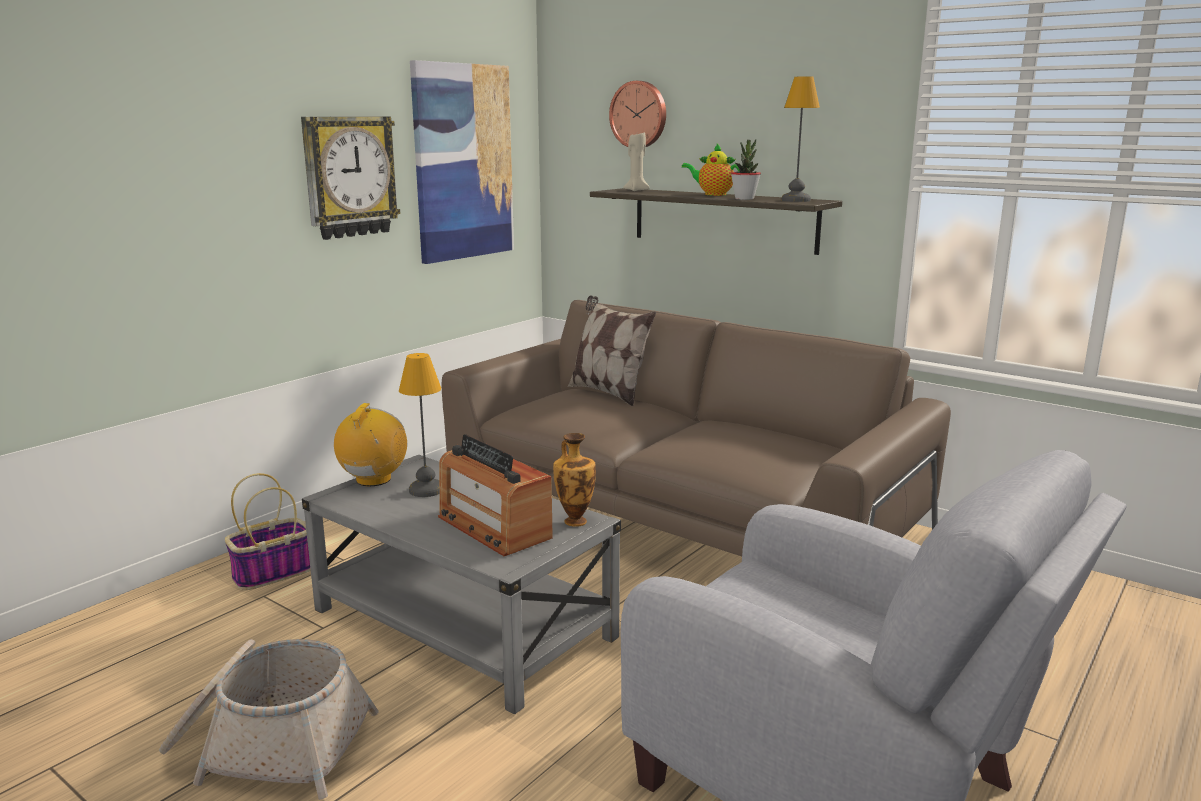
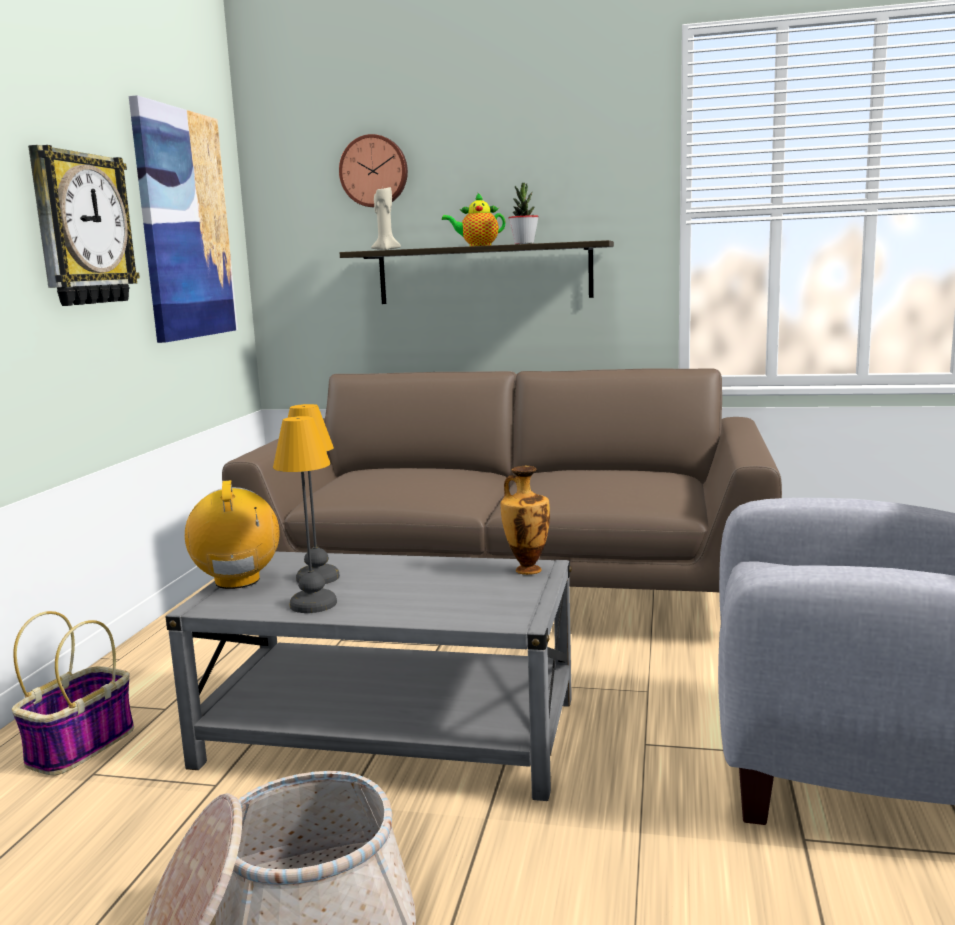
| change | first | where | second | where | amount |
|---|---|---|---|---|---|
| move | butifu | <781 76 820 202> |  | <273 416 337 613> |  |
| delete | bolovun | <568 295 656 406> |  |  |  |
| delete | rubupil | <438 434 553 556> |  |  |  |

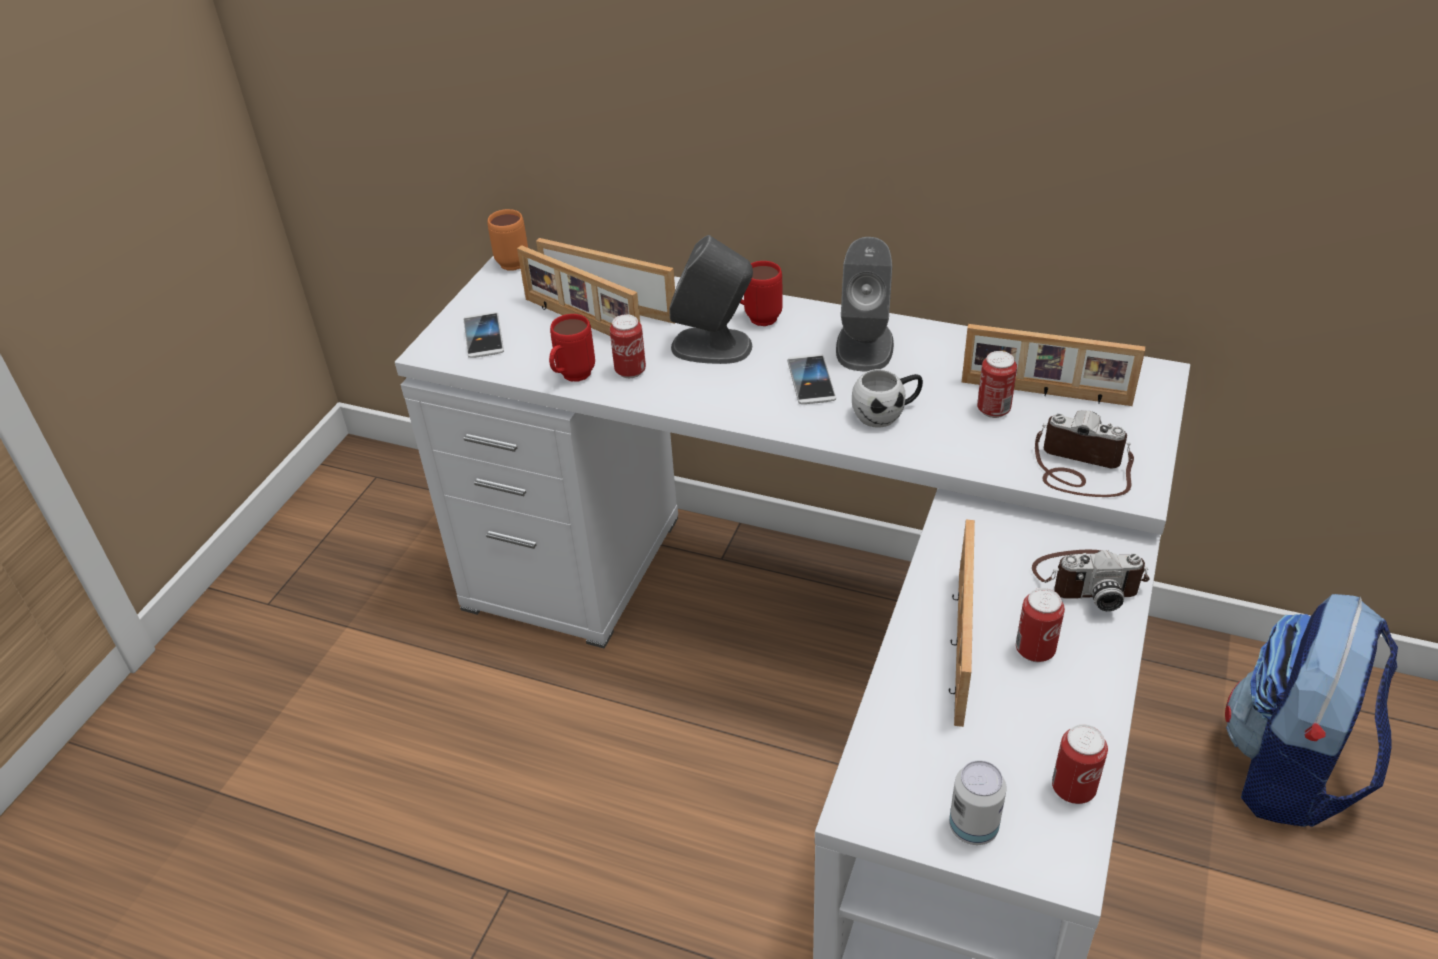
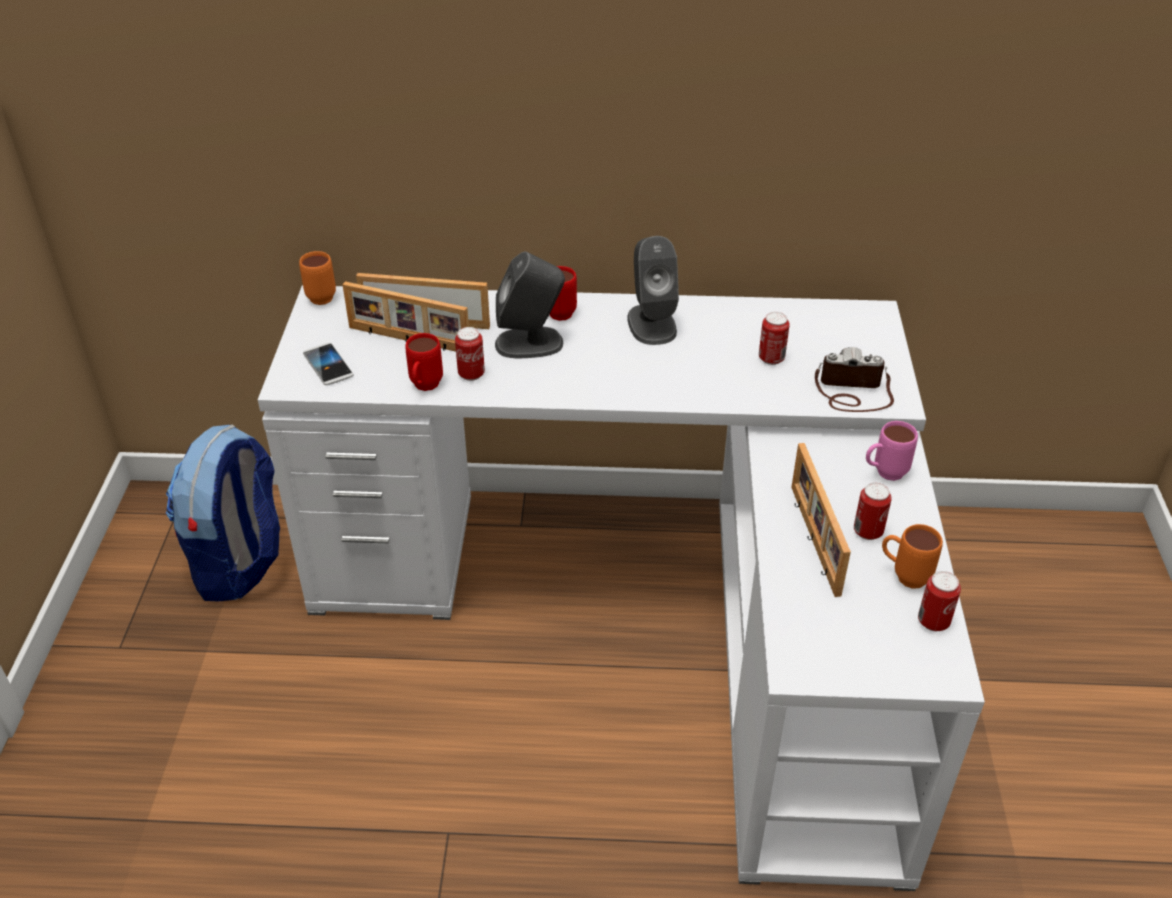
| change | first | where | second | where | amount |
|---|---|---|---|---|---|
| delete | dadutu | <962 324 1145 406> |  |  |  |
| delete | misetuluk | <787 354 836 404> |  |  |  |
| delete | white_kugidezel | <852 369 923 428> |  |  |  |
| replace | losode | <1032 550 1150 611> | pink_kugidezel | <866 421 918 481> |  |
| move | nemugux | <1225 594 1398 827> |  | <166 424 280 601> |  |
| delete | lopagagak | <949 760 1007 845> |  |  |  |
| insert |  |  | orange_kugidezel | <882 524 943 589> |  |

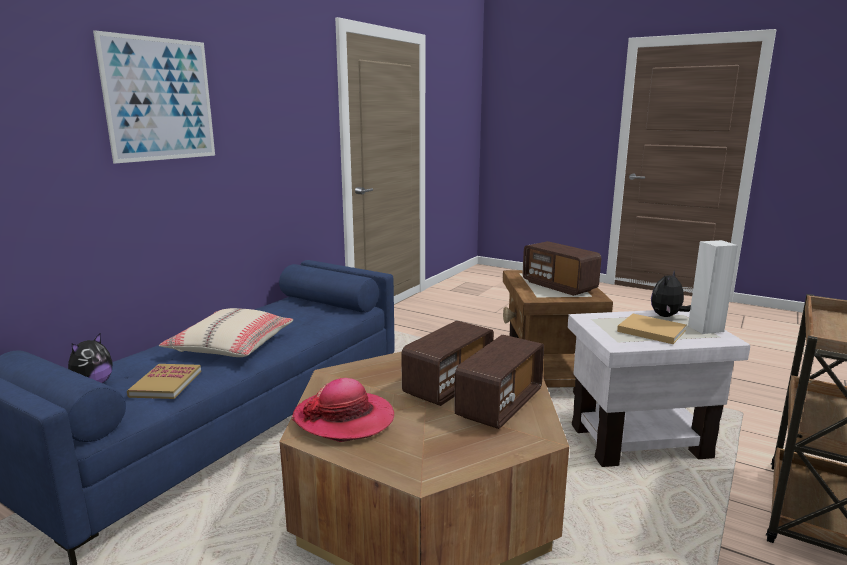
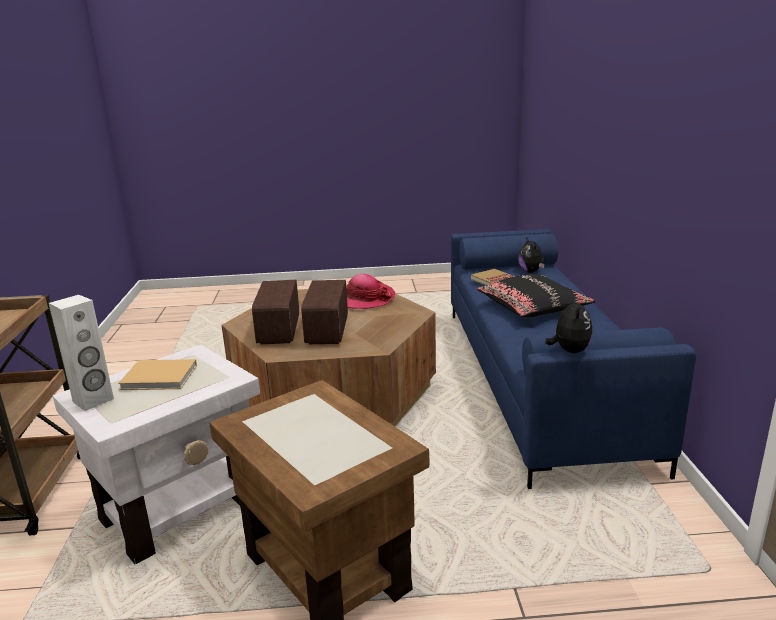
| change | first | where | second | where | amount |
|---|---|---|---|---|---|
| delete | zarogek | <93 30 215 164> |  |  |  |
| delete | rubupil | <522 241 601 296> |  |  |  |
| move | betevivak | <651 270 691 317> |  | <545 296 593 353> |  |
| recolor | beige_bolovun | <159 308 293 357> | black_bolovun | <477 274 596 317> |  |

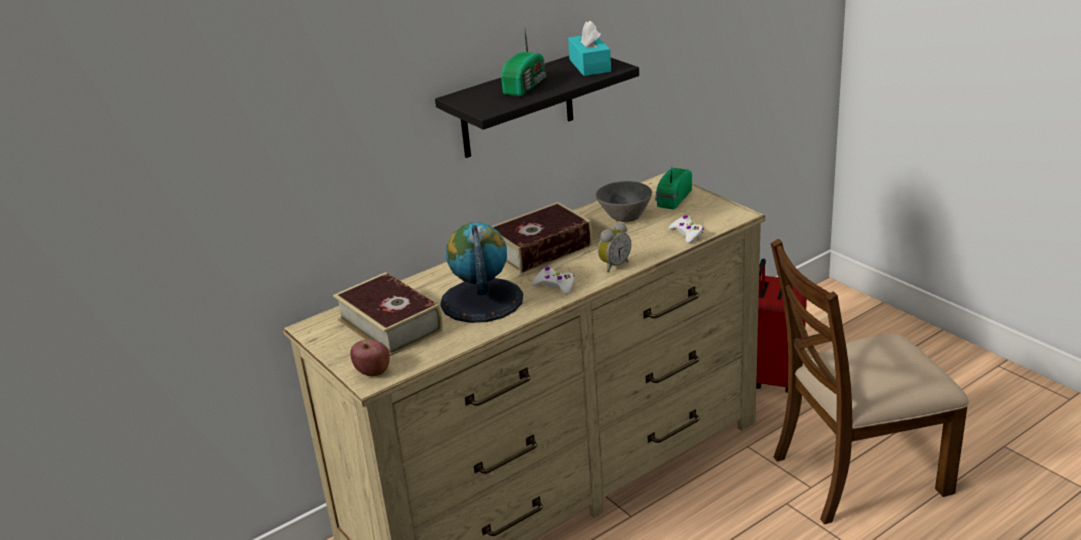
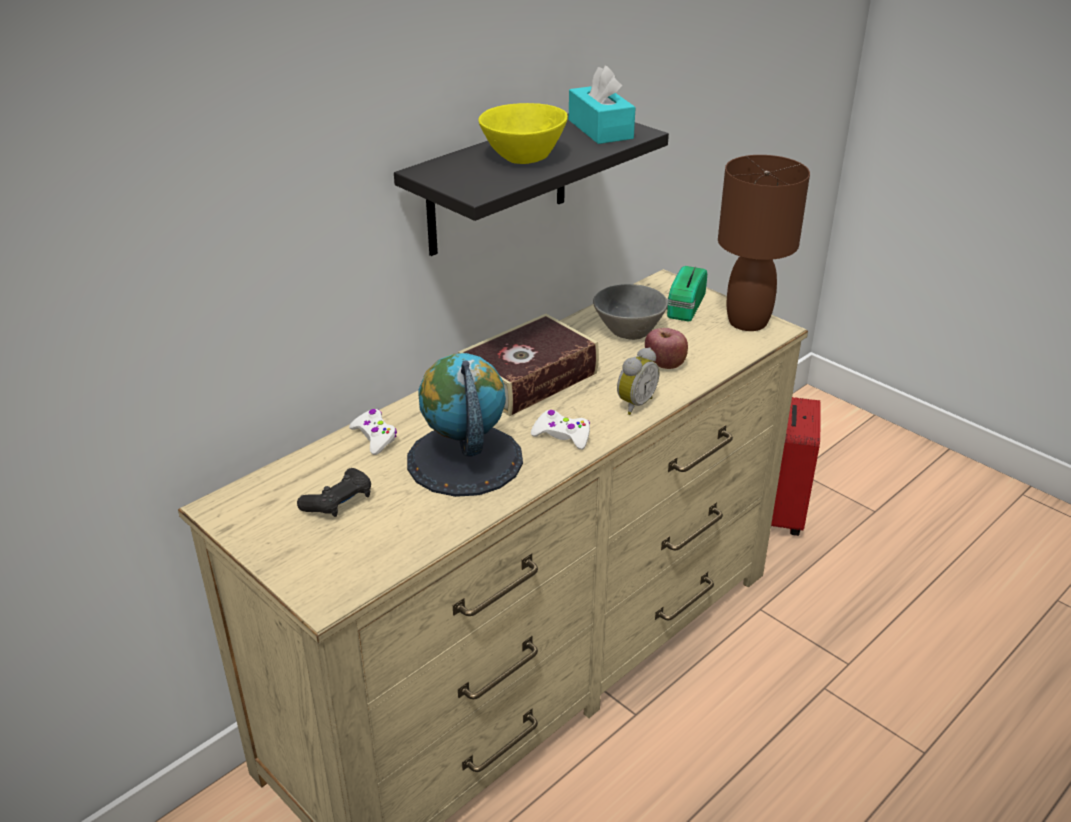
| change | first | where | second | where | amount |
|---|---|---|---|---|---|
| replace | rubupil | <501 22 546 96> | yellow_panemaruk | <478 103 568 164> |  |
| move | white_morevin | <669 215 704 244> |  | <349 409 397 455> |  |
| delete | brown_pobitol | <771 239 969 524> |  |  |  |
| replace | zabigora | <333 272 442 356> | black_morevin | <297 468 371 517> |  |
| move | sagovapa | <350 340 390 376> |  | <645 328 688 369> |  |
| insert |  |  | brown_butifu | <718 155 810 331> |  |

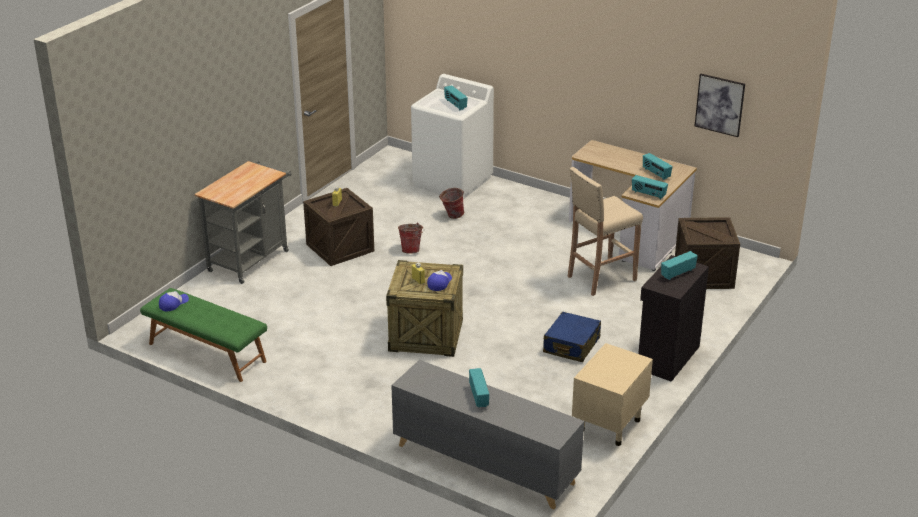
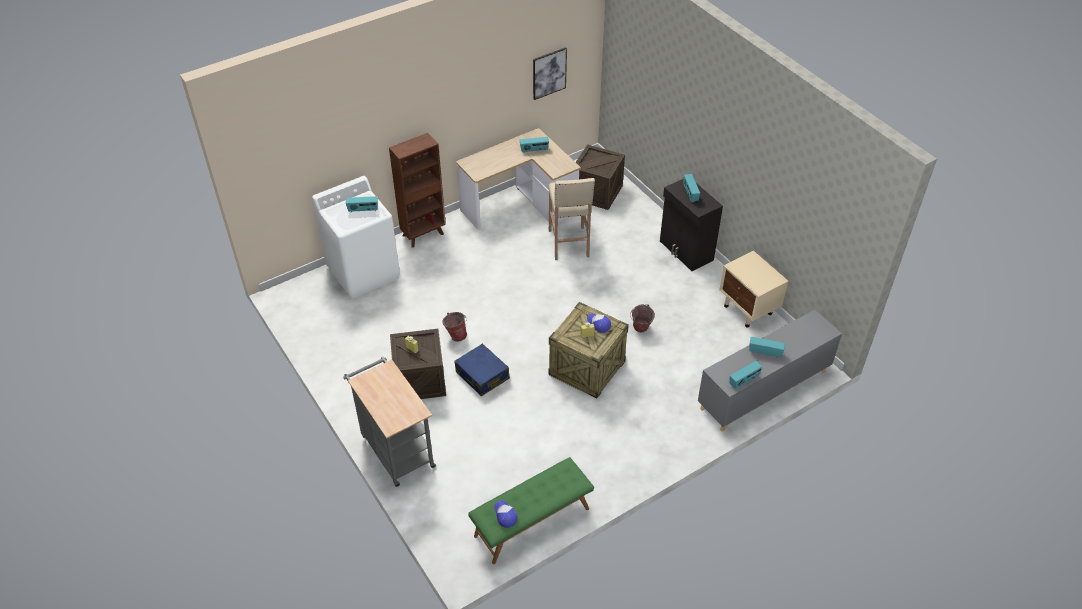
| change | first | where | second | where | amount |
|---|---|---|---|---|---|
| move | rubupil | <632 175 668 199> |  | <729 361 762 389> |  |
| move | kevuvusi | <439 188 464 219> |  | <630 304 655 332> |  |
| move | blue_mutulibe | <543 312 601 362> |  | <454 343 510 396> |  |
| insert |  |  | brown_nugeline | <389 133 446 248> |  |

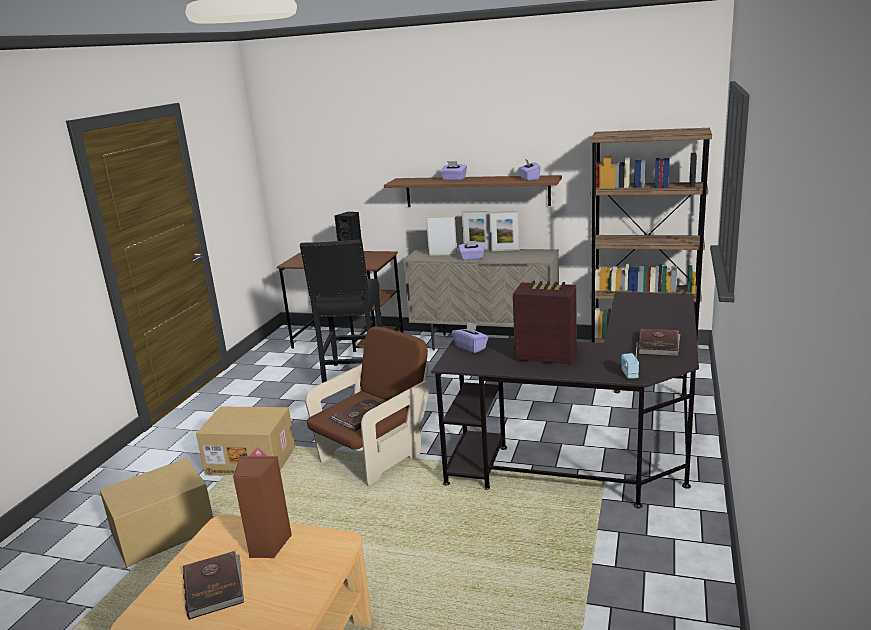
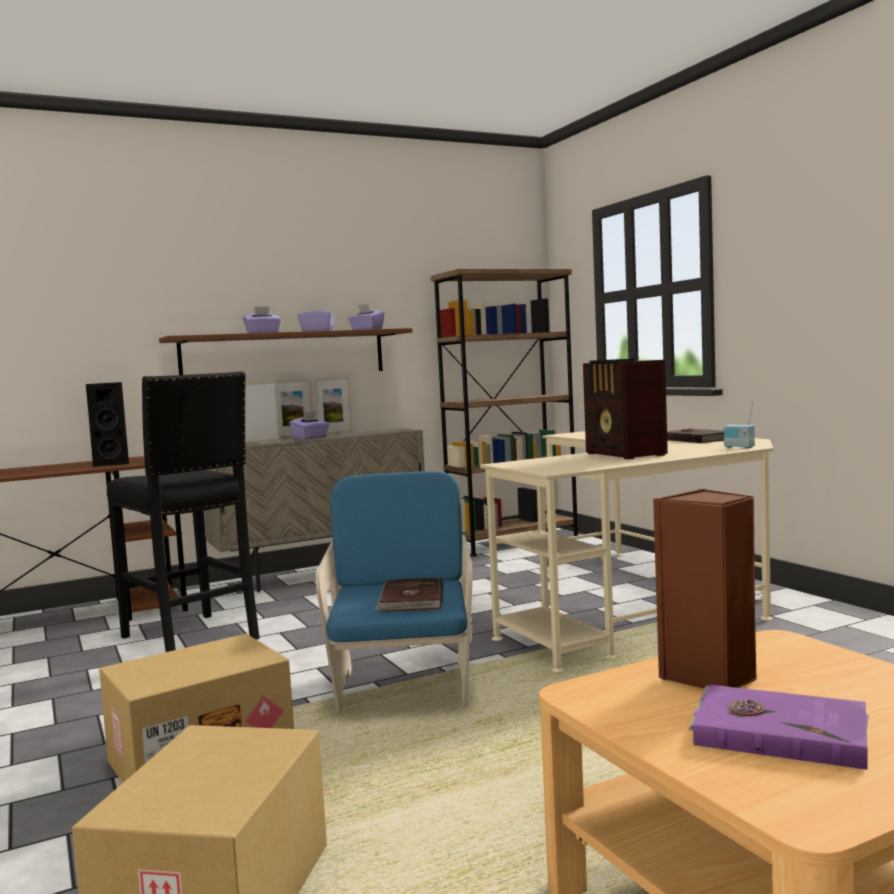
| change | first | where | second | where | amount |
|---|---|---|---|---|---|
| rotate | rubupil | <513 281 577 365> |  | <583 359 668 460> | 90 degrees counterclockwise |
| recolor | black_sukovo | <431 292 699 509> | beige_sukovo | <480 431 774 672> |  |
| move | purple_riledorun | <452 322 489 353> |  | <298 305 335 332> |  |
| recolor | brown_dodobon | <305 327 430 486> | blue_dodobon | <316 471 472 715> |  |
| recolor | brown_zabigora | <183 550 244 620> | purple_zabigora | <689 685 869 770> |  |

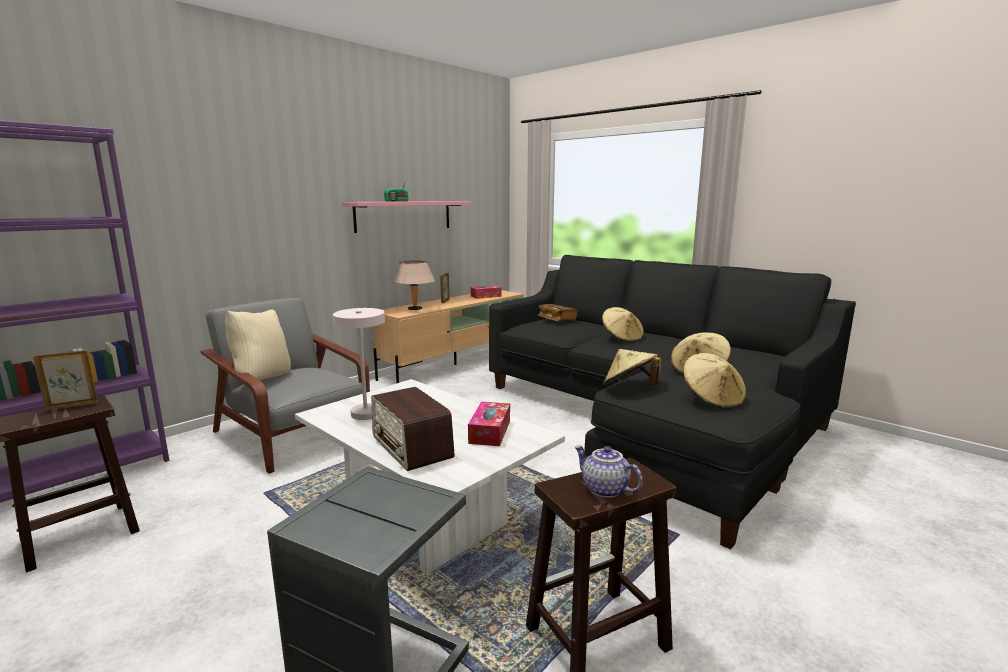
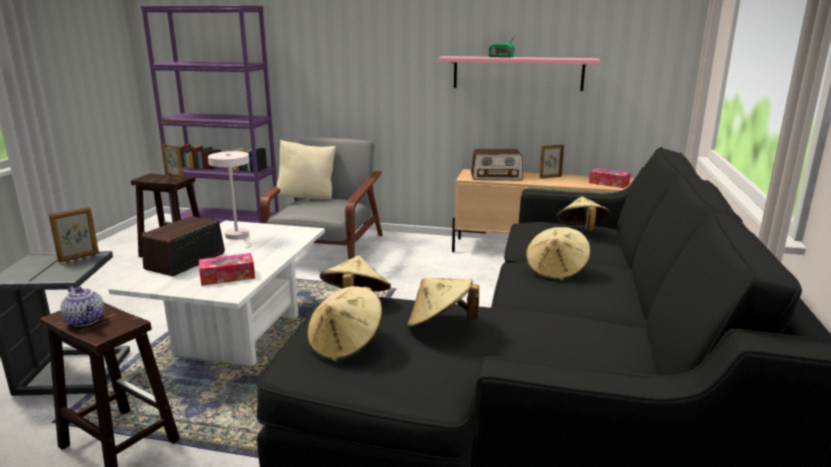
| change | first | where | second | where | amount |
|---|---|---|---|---|---|
| replace | beige_butifu | <393 261 435 311> | rubupil | <471 149 523 180> |  |
| replace | zabigora | <538 304 578 322> | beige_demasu | <556 196 611 231> |  |
| rotate | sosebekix | <574 445 643 498> |  | <61 286 104 327> | 120 degrees clockwise |
| insert |  |  | dadutu | <49 207 99 263> |  |

